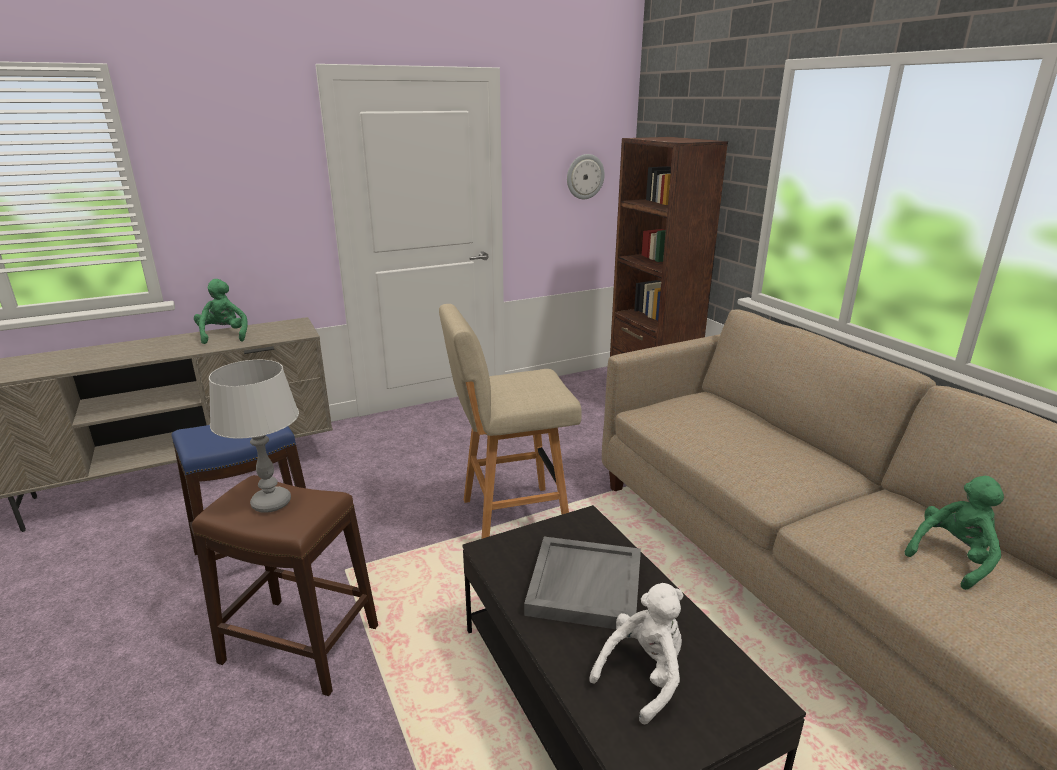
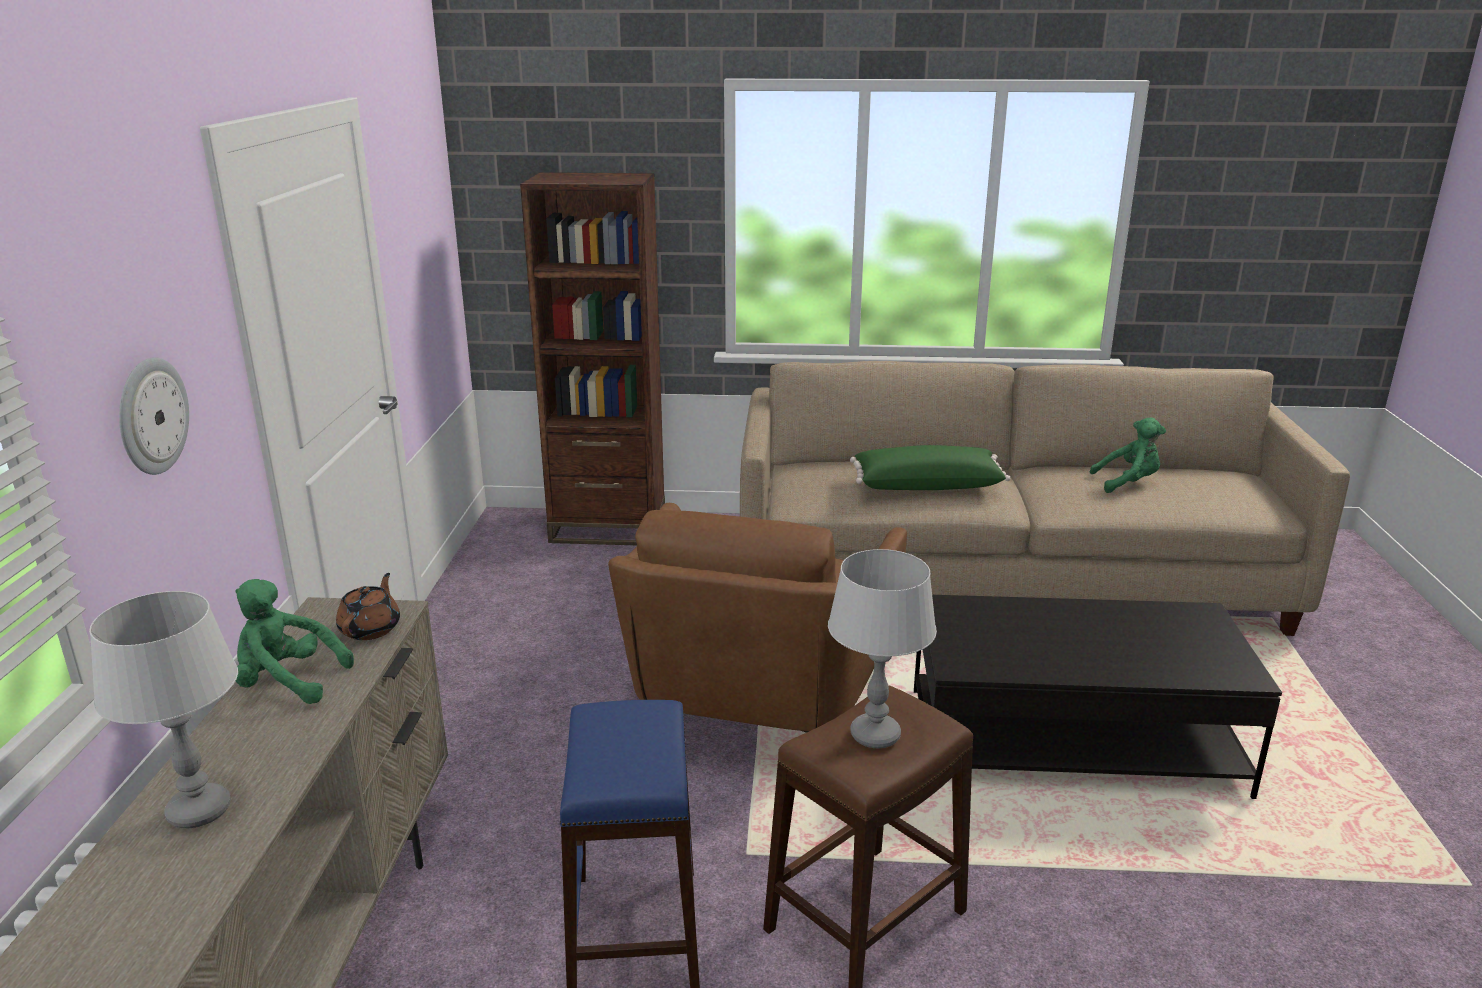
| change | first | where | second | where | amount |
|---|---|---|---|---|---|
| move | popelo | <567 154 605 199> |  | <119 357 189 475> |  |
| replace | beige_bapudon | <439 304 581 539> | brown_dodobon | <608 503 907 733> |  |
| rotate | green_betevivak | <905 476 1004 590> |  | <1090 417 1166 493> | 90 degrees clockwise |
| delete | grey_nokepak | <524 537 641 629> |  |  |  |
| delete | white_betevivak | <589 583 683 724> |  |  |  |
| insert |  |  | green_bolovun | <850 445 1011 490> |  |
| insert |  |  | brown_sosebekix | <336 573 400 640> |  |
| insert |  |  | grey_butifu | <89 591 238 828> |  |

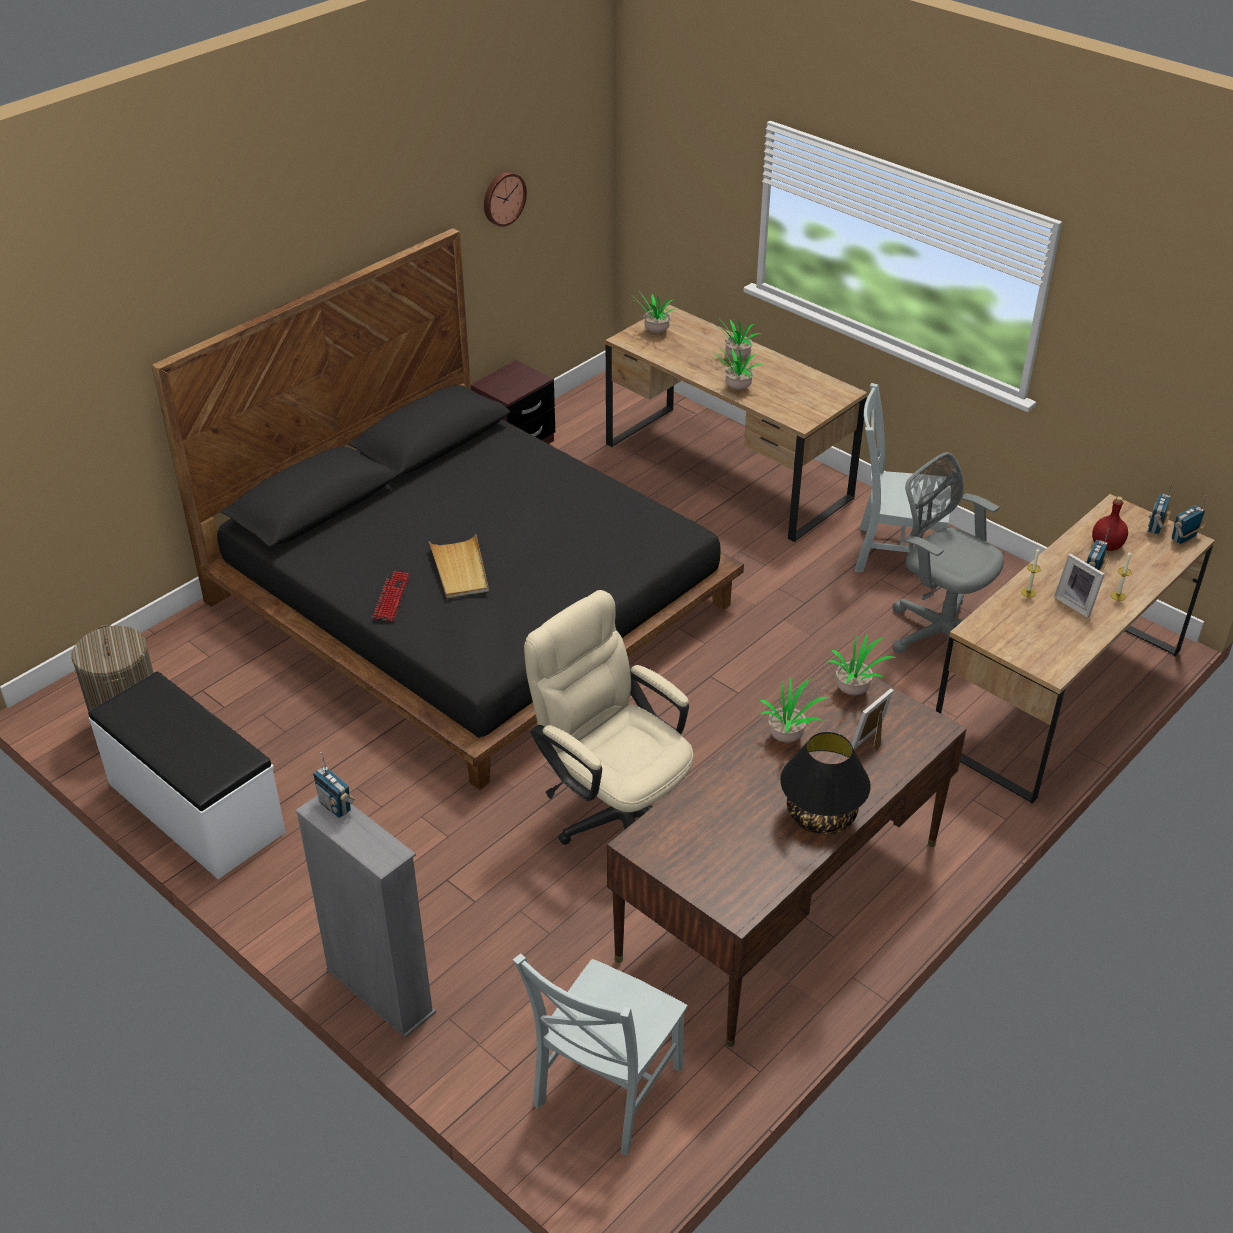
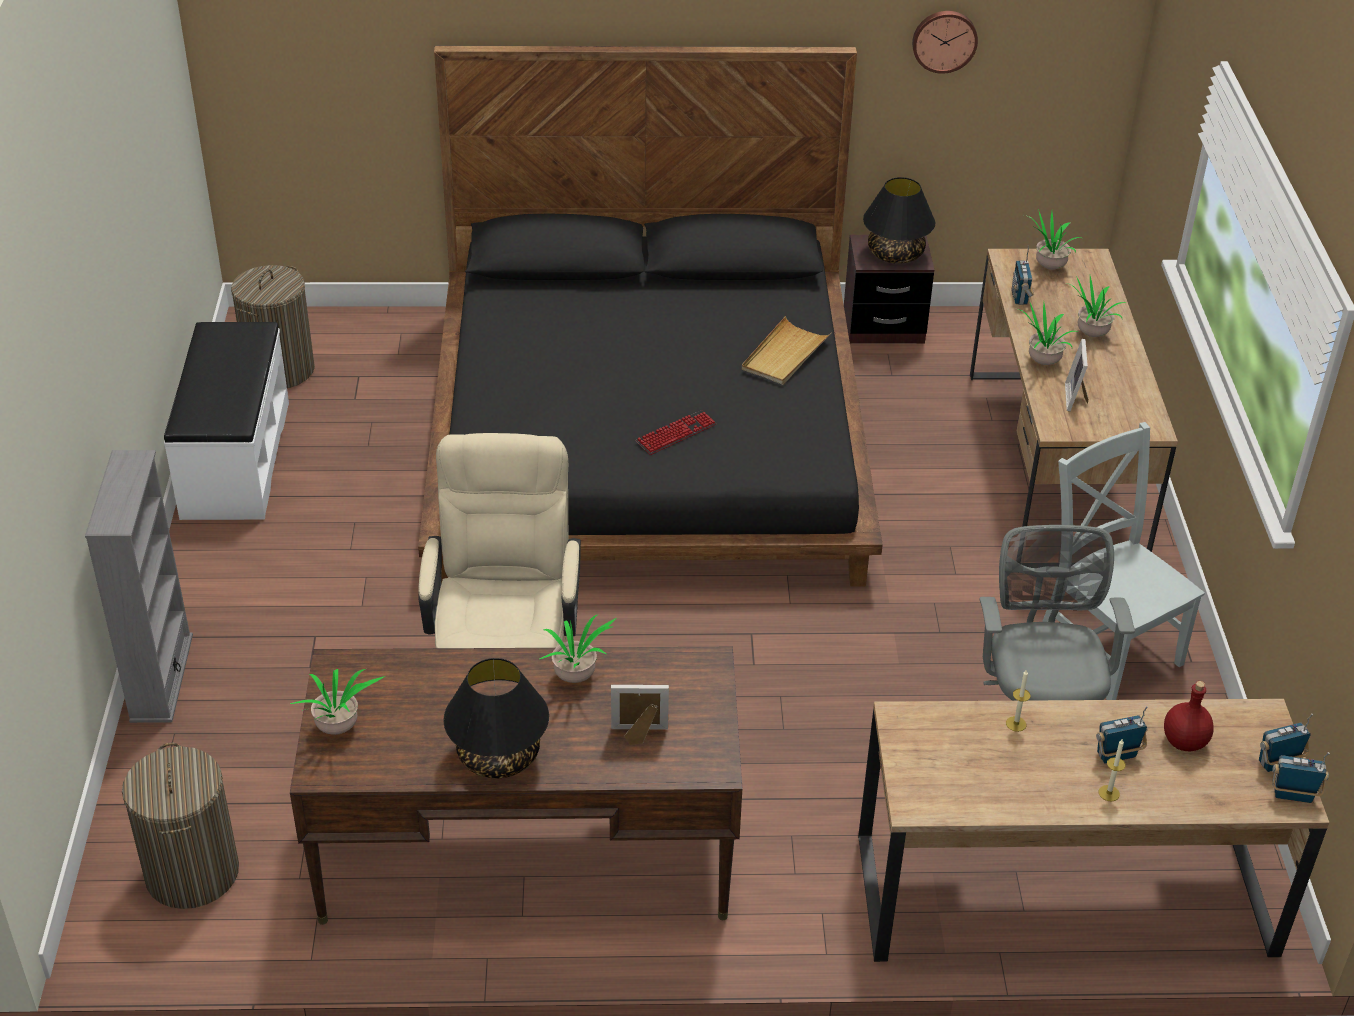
| change | first | where | second | where | amount |
|---|---|---|---|---|---|
| move | beige_nokepak | <429 534 489 598> |  | <742 316 832 385> |  |
| move | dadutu | <1054 553 1105 618> |  | <1065 339 1088 412> |  |
| move | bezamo | <373 571 410 621> |  | <636 410 717 455> |  |
| move | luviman | <827 634 897 695> |  | <290 669 385 735> |  |
| move | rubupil | <313 752 355 818> |  | <1011 246 1034 305> |  |
| replace | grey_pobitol | <513 954 688 1155> | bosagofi | <122 743 239 909> |  |
| insert |  |  | black_butifu | <863 177 935 264> |  |

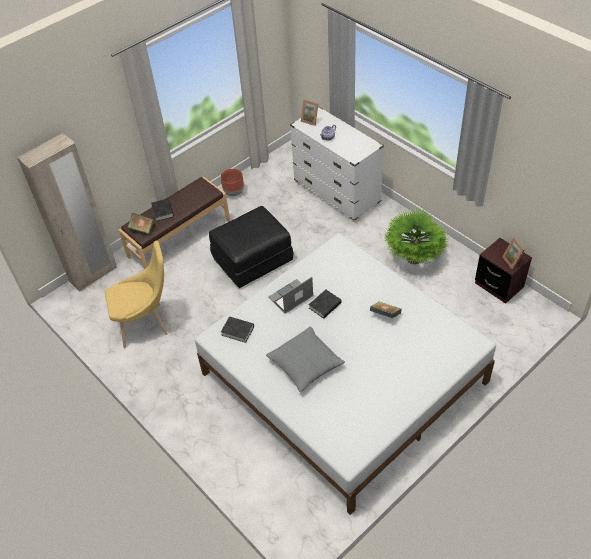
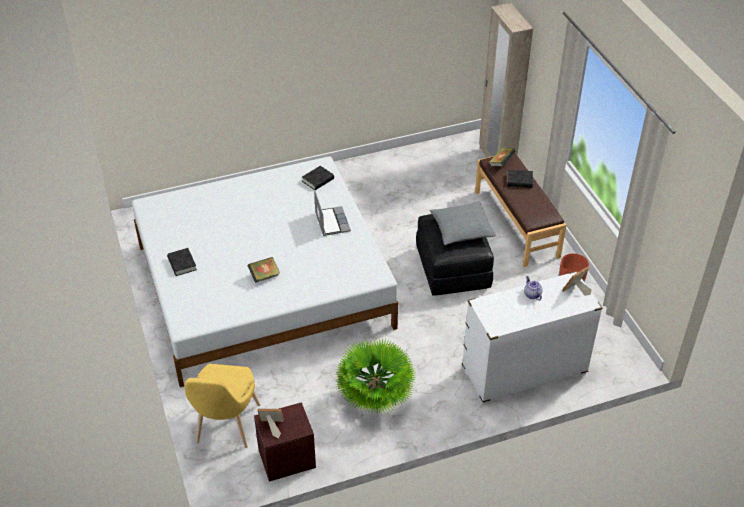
| change | first | where | second | where | amount |
|---|---|---|---|---|---|
| move | yellow_pobitol | <105 241 168 348> |  | <185 364 260 448> |  |
| move | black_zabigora | <309 290 342 319> |  | <167 248 197 276> |  |
| move | grey_bolovun | <266 326 345 392> |  | <430 201 496 245> |  |

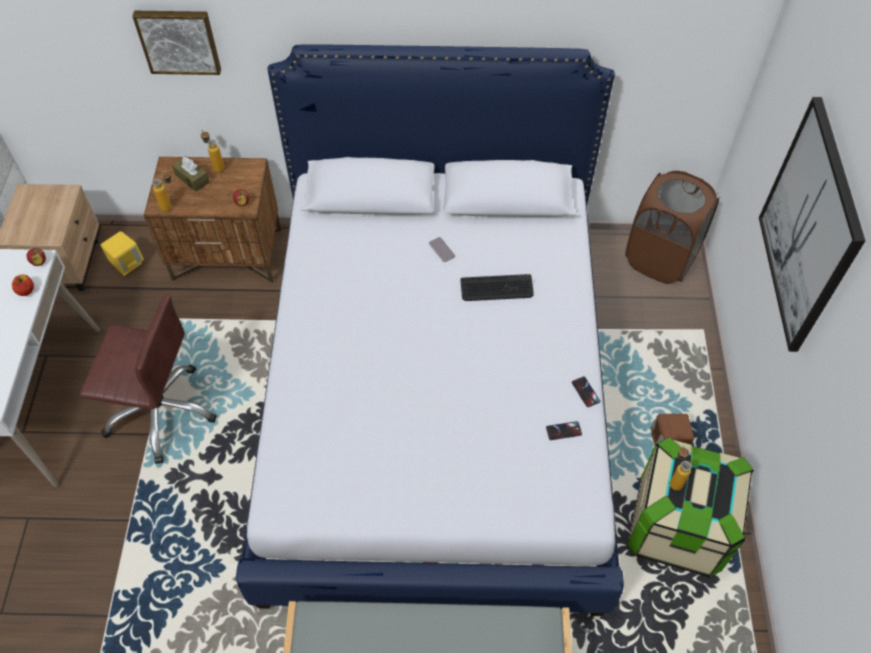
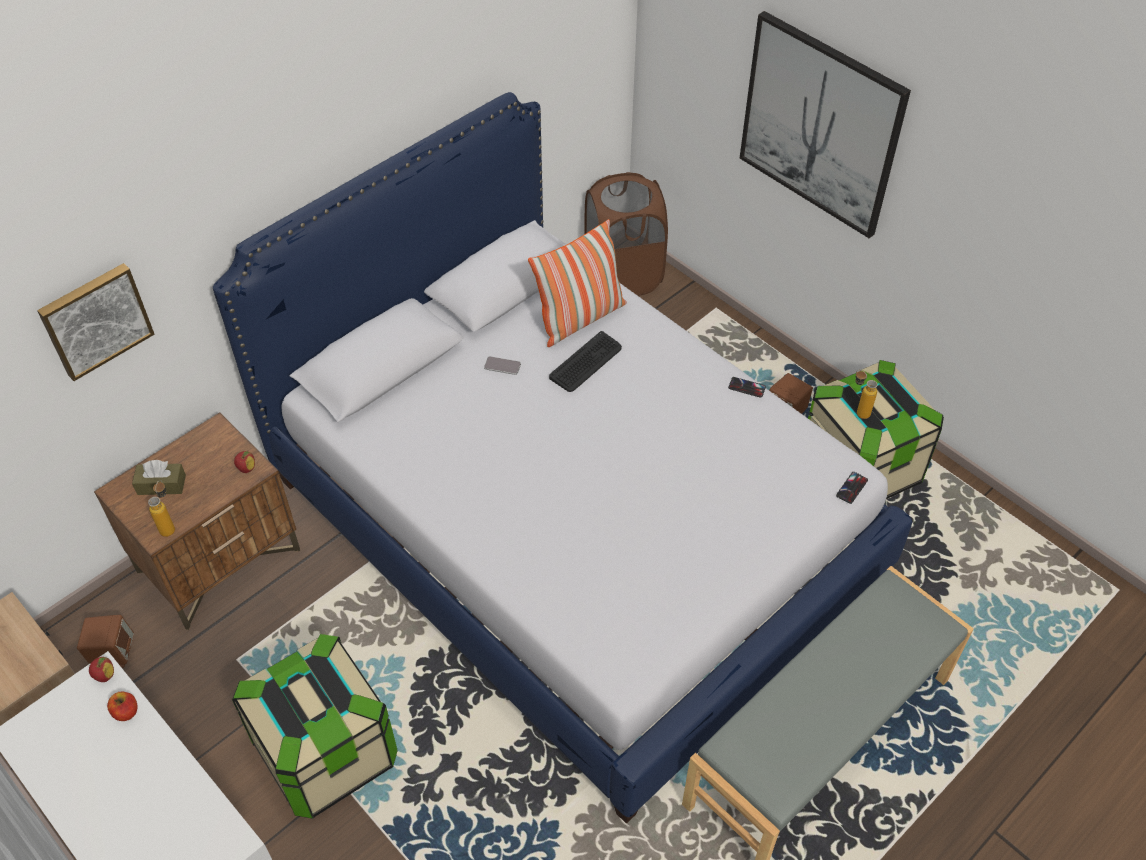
| change | first | where | second | where | amount |
|---|---|---|---|---|---|
| delete | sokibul | <201 130 224 172> |  |  |  |
| recolor | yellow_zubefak | <100 231 144 276> | brown_zubefak | <77 615 134 668> |  |
| replace | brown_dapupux | <80 294 217 464> | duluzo | <232 634 398 819> |  |
| move | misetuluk | <546 421 582 440> |  | <836 472 868 504> |  |
| insert |  |  | bolovun | <528 219 627 347> |  |

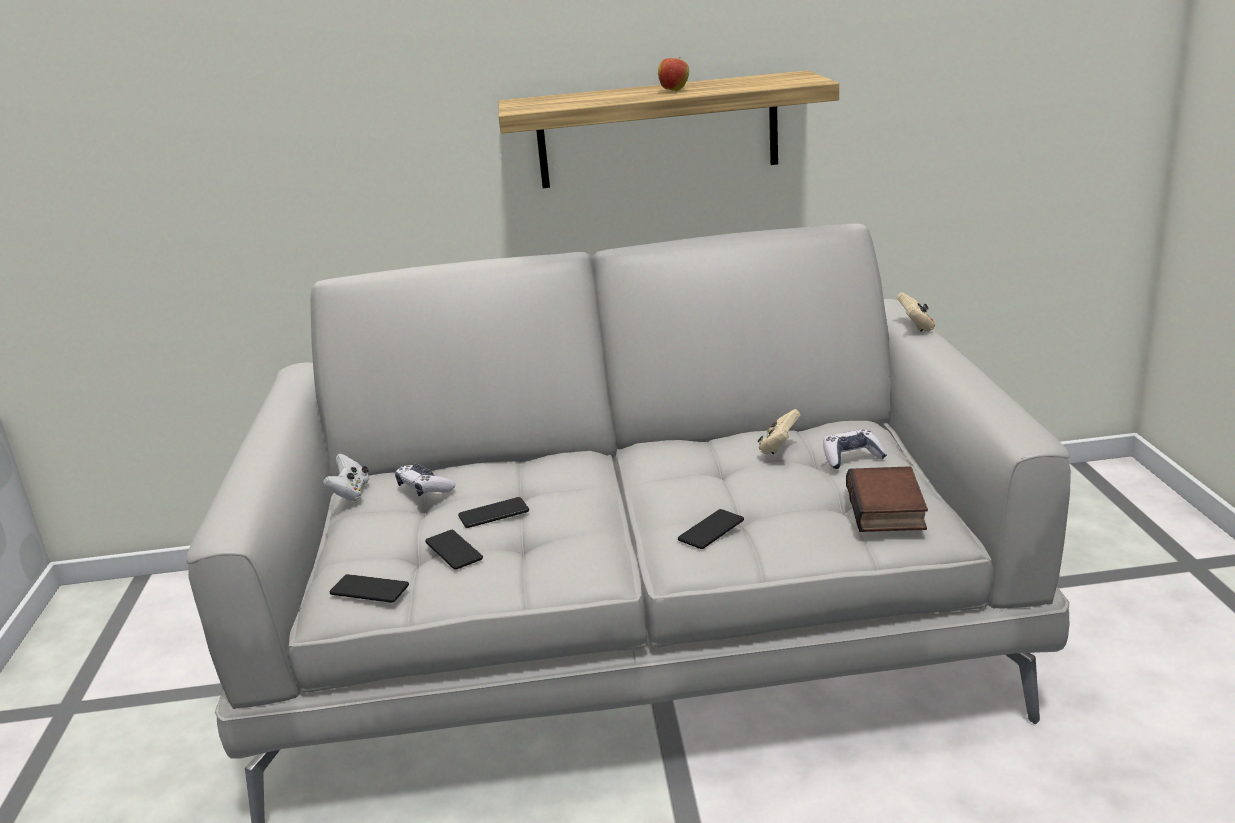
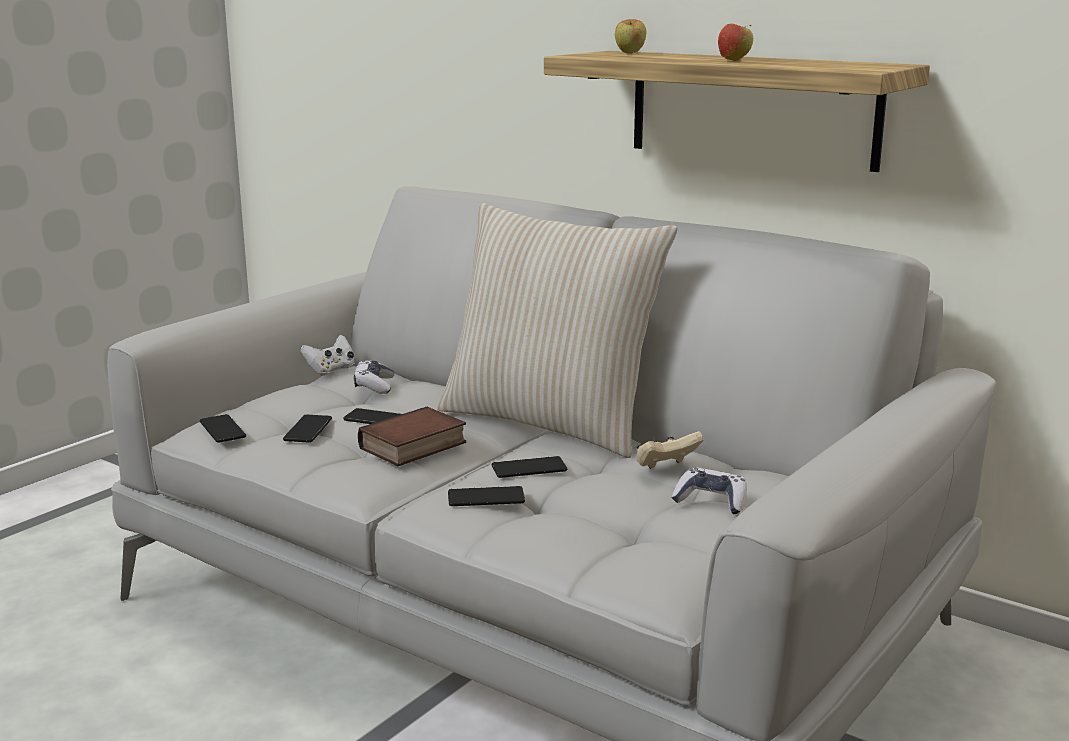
| change | first | where | second | where | amount |
|---|---|---|---|---|---|
| delete | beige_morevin | <897 292 935 332> |  |  |  |
| move | zabigora | <846 466 928 532> |  | <358 407 466 466> |  |
| insert |  |  | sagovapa | <615 19 647 53> |  |
| insert |  |  | beige_bolovun | <437 203 678 458> |  |
| insert |  |  | misetuluk | <491 456 567 478> |  |

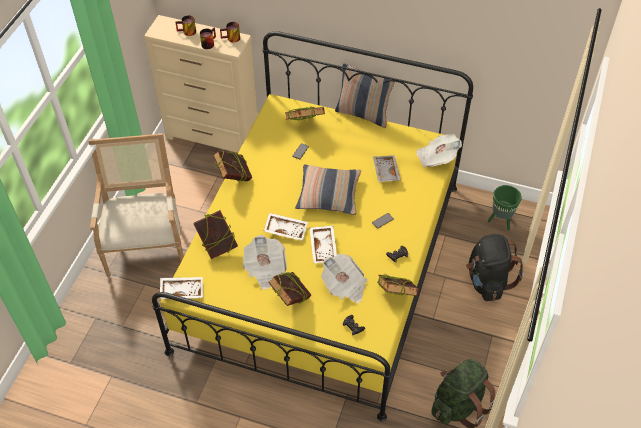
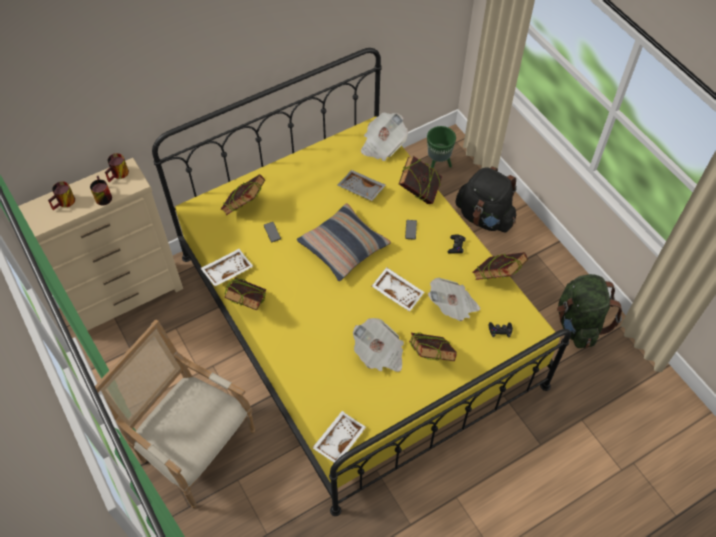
| change | first | where | second | where | amount |
|---|---|---|---|---|---|
| delete | bolovun | <335 64 395 128> |  |  |  |
| move | zabigora | <193 210 238 259> |  | <399 156 442 204> |  |
| move | white_nokepak | <264 213 308 241> |  | <201 249 254 287> |  |

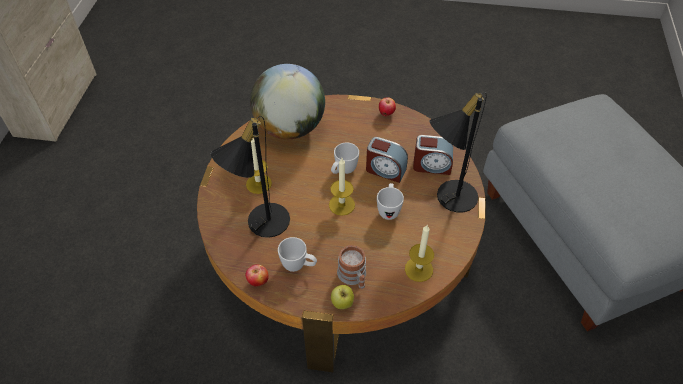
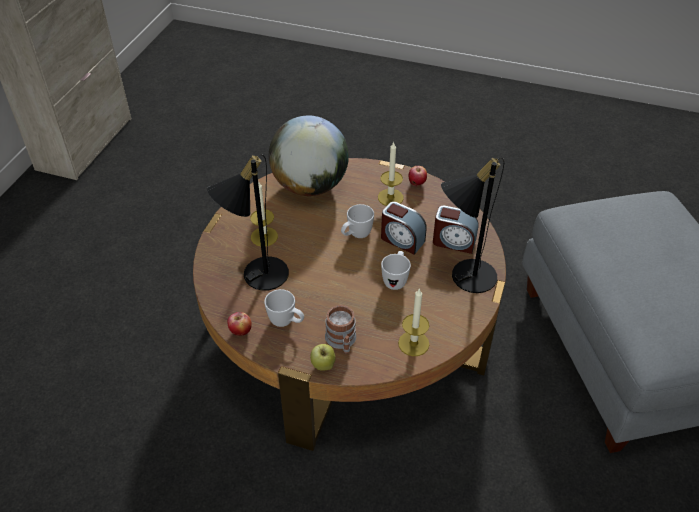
| change | first | where | second | where | amount |
|---|---|---|---|---|---|
| move | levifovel | <329 158 355 216> |  | <378 141 404 206> |  |

